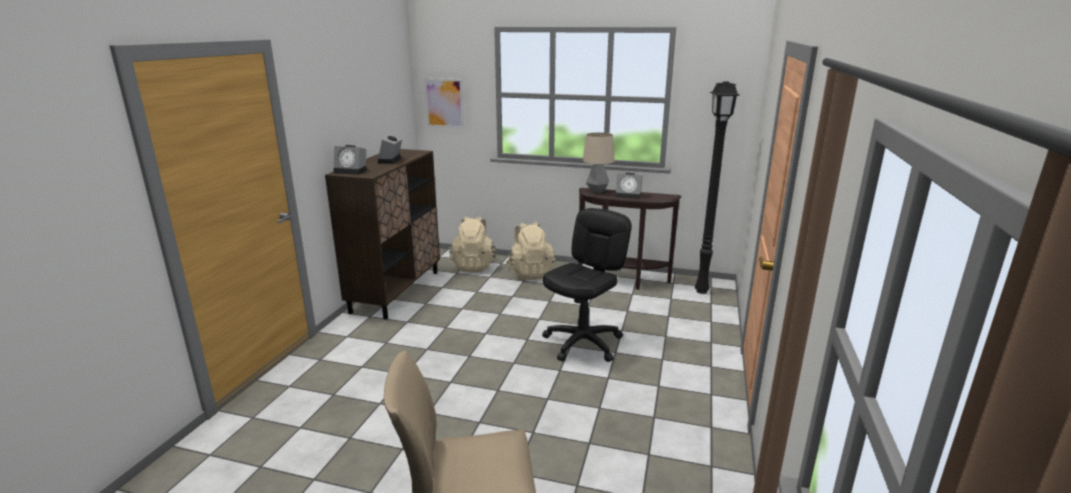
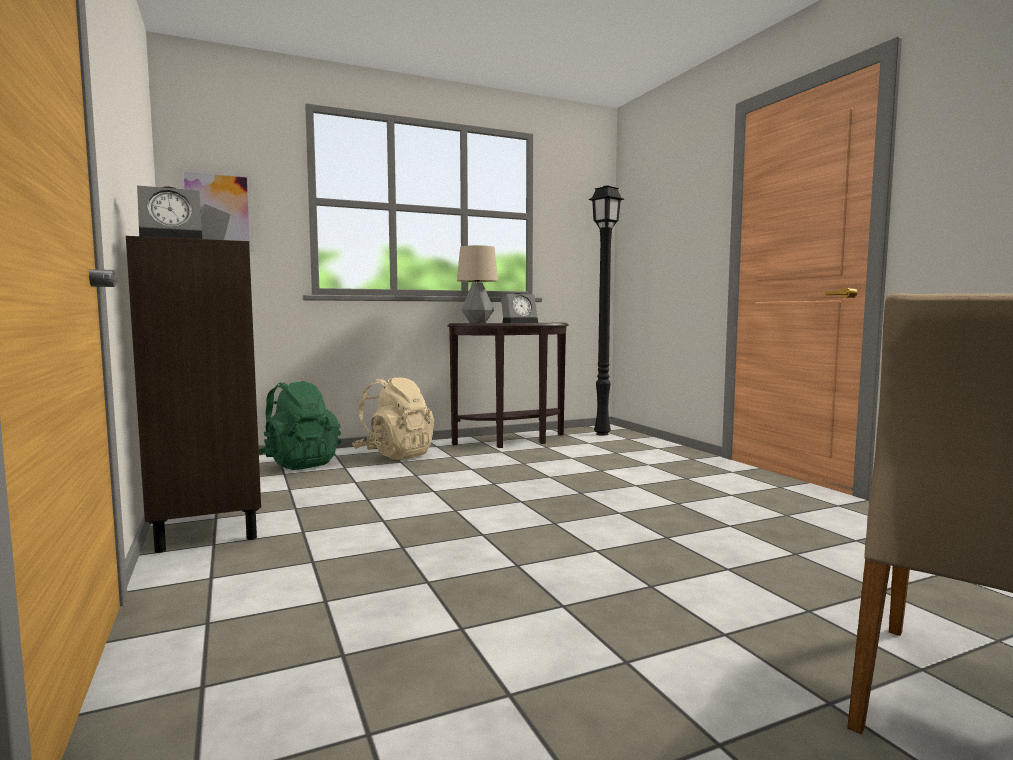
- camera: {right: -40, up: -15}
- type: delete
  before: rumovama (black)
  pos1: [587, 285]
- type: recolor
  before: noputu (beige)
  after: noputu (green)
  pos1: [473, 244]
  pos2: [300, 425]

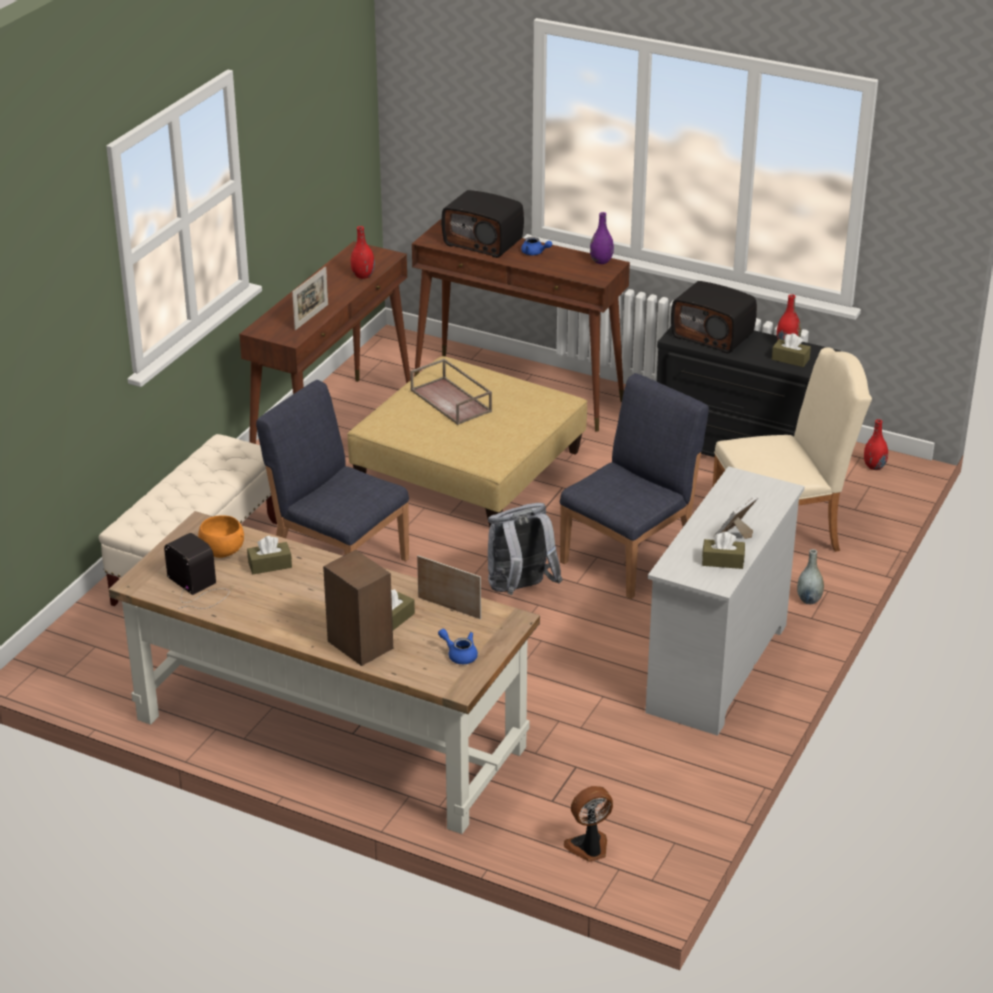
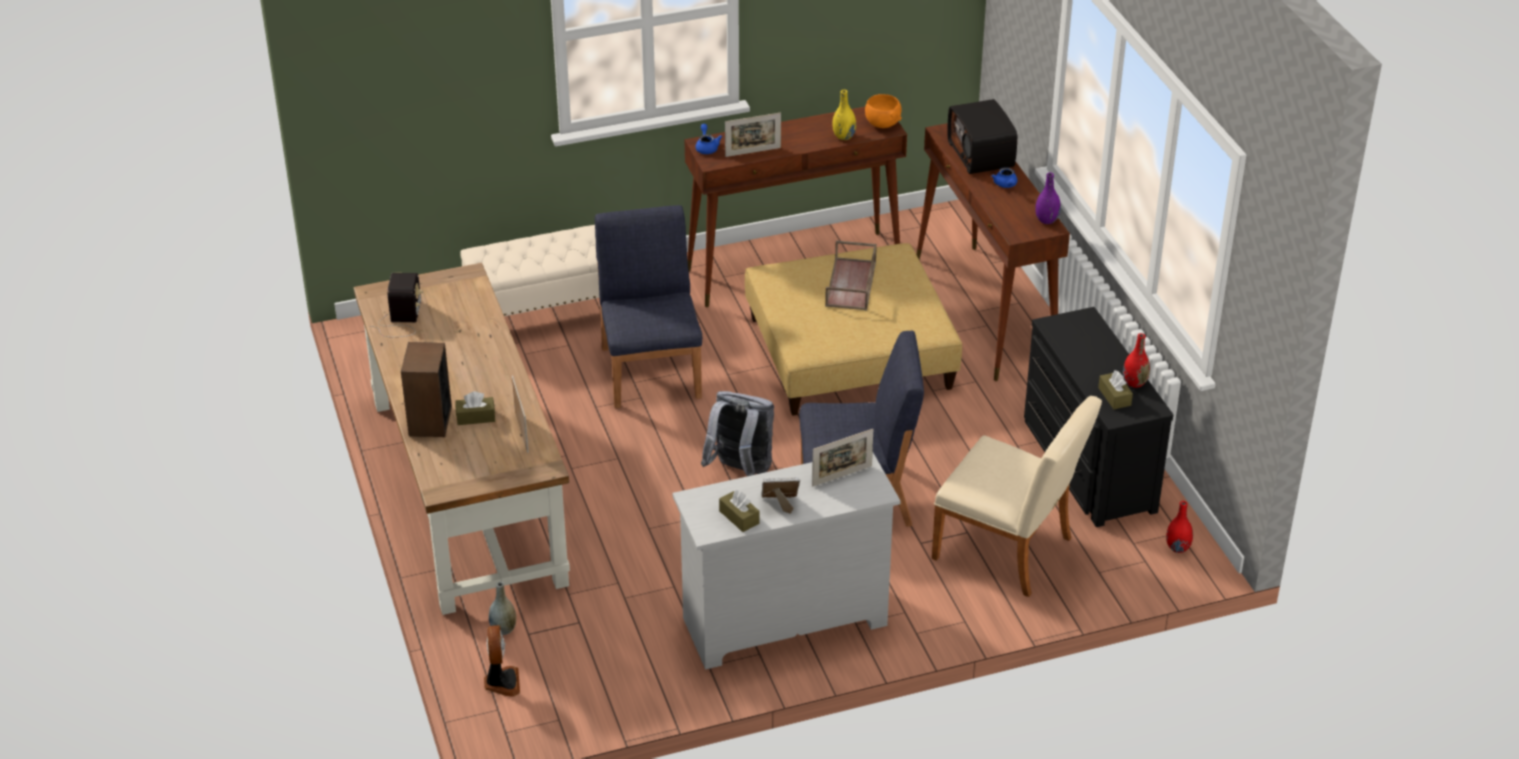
- camera: {right: 45, up: 5}
- type: recolor
  before: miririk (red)
  after: miririk (yellow)
  pos1: [363, 252]
  pos2: [844, 115]
- type: delete
  before: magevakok
  pos1: [714, 317]
- type: move
  before: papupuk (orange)
  pos1: [221, 536]
  pos2: [883, 111]
- type: delete
  before: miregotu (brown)
  pos1: [269, 555]
- type: move
  before: miririk (grey)
  pos1: [810, 576]
  pos2: [502, 608]
- type: move
  before: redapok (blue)
  pos1: [458, 646]
  pos2: [709, 139]
- type: rotate
  before: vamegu
  pos1: [588, 824]
  pos2: [502, 661]
  turn: 60
- type: insert
  after: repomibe
  pos2: [842, 458]

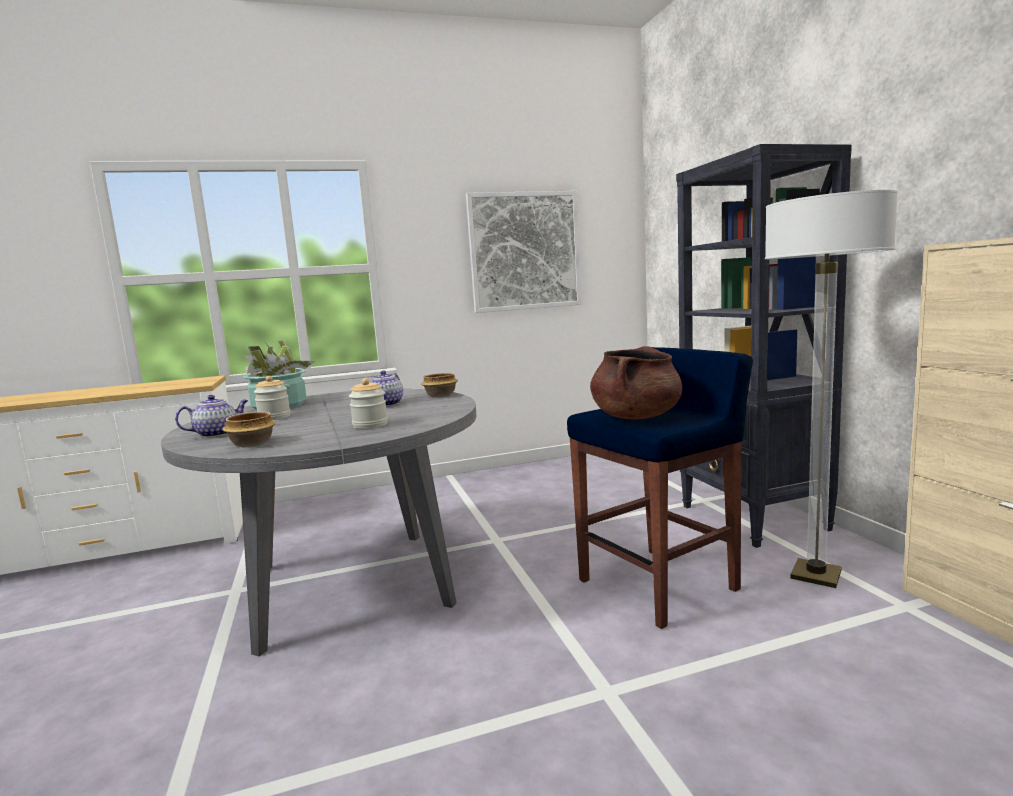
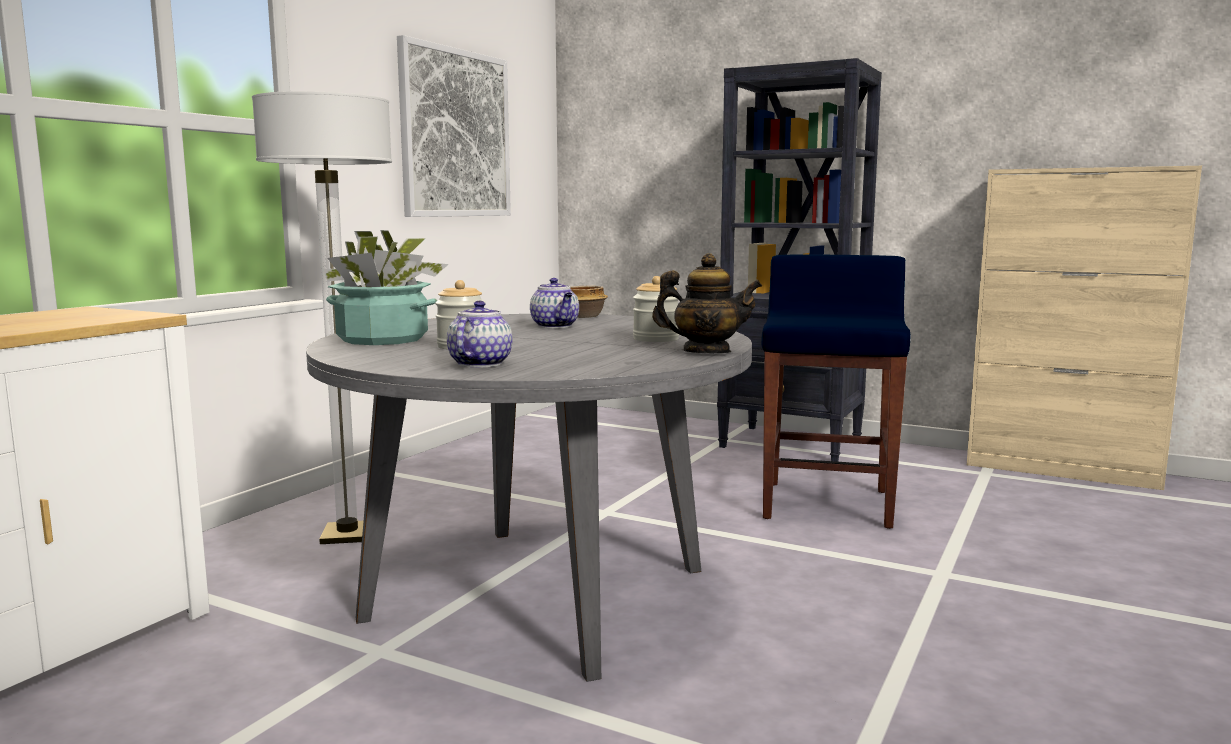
- camera: {right: -45, up: 0}
- type: move
  before: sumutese
  pos1: [831, 389]
  pos2: [322, 317]
- type: delete
  before: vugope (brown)
  pos1: [636, 383]
- type: delete
  before: papupuk
  pos1: [249, 429]
- type: insert
  after: redapok
  pos2: [707, 303]

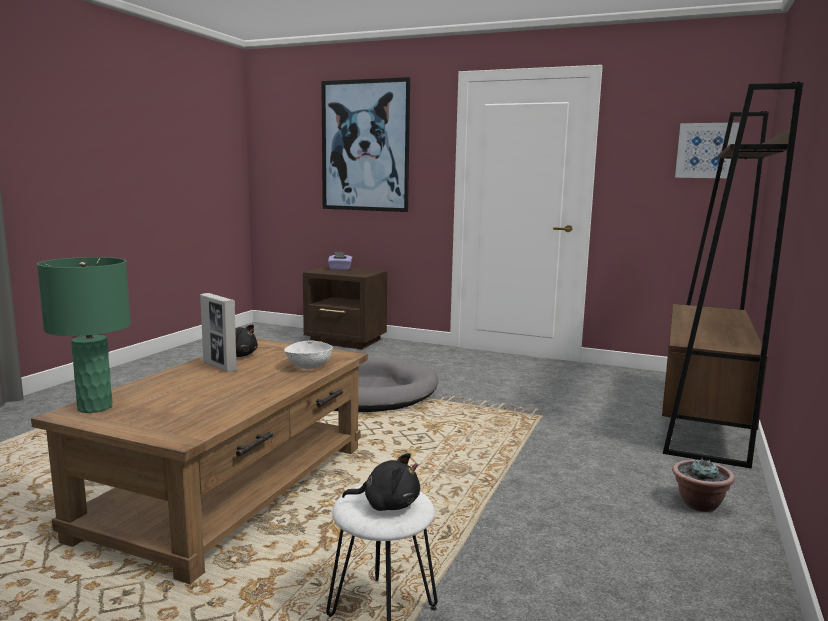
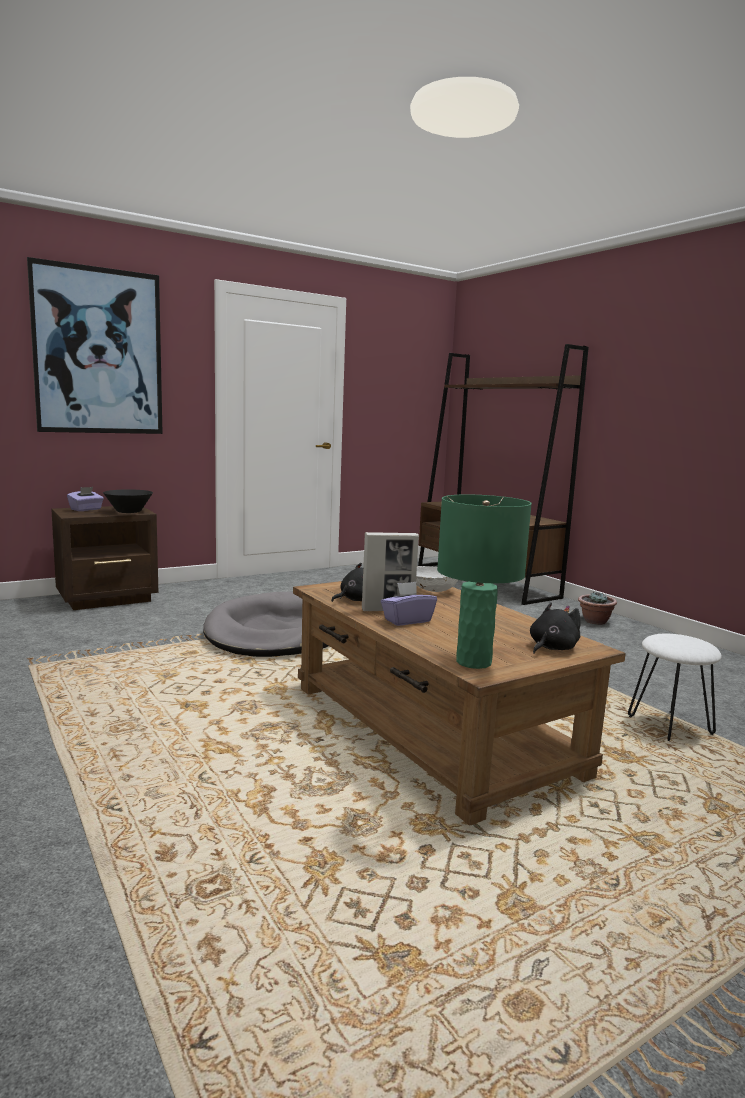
- camera: {right: -55, up: 0}
- type: delete
  before: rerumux
  pos1: [707, 150]
- type: move
  before: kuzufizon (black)
  pos1: [381, 482]
  pos2: [555, 628]
- type: insert
  after: papupuk (black)
  pos2: [128, 501]
- type: insert
  after: miregotu (purple)
  pos2: [409, 604]

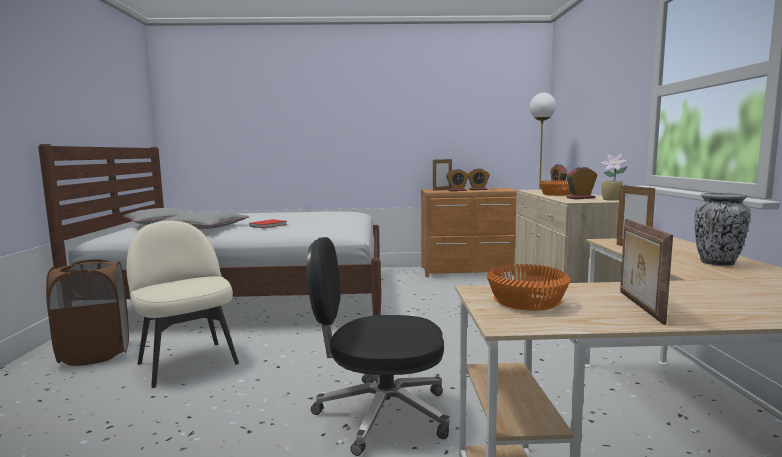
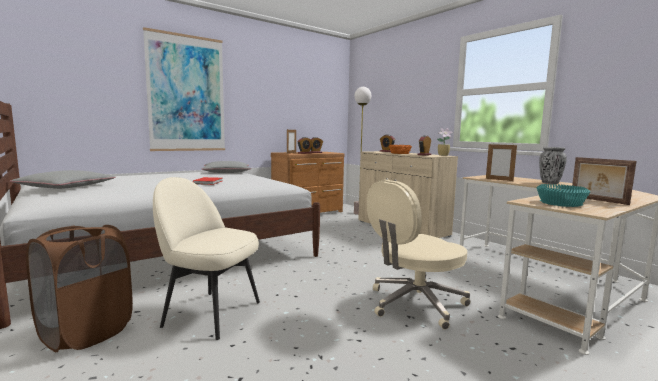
- camera: {right: -35, up: 0}
- type: move
  before: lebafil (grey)
  pos1: [205, 220]
  pos2: [226, 167]
- type: recolor
  before: rumovama (black)
  after: rumovama (beige)
  pos1: [378, 346]
  pos2: [419, 254]
- type: recolor
  before: papupuk (orange)
  after: papupuk (turquoise)
  pos1: [528, 287]
  pos2: [563, 195]
- type: insert
  after: rerumux
  pos2: [184, 89]

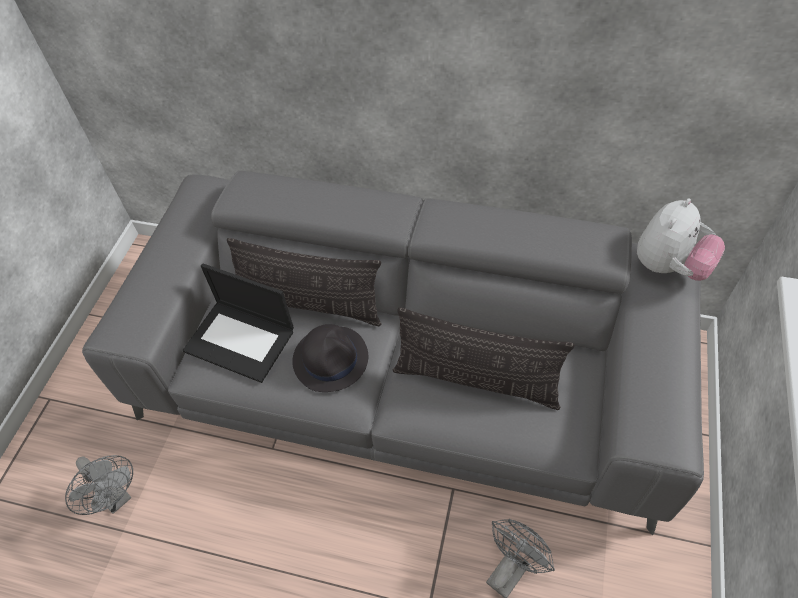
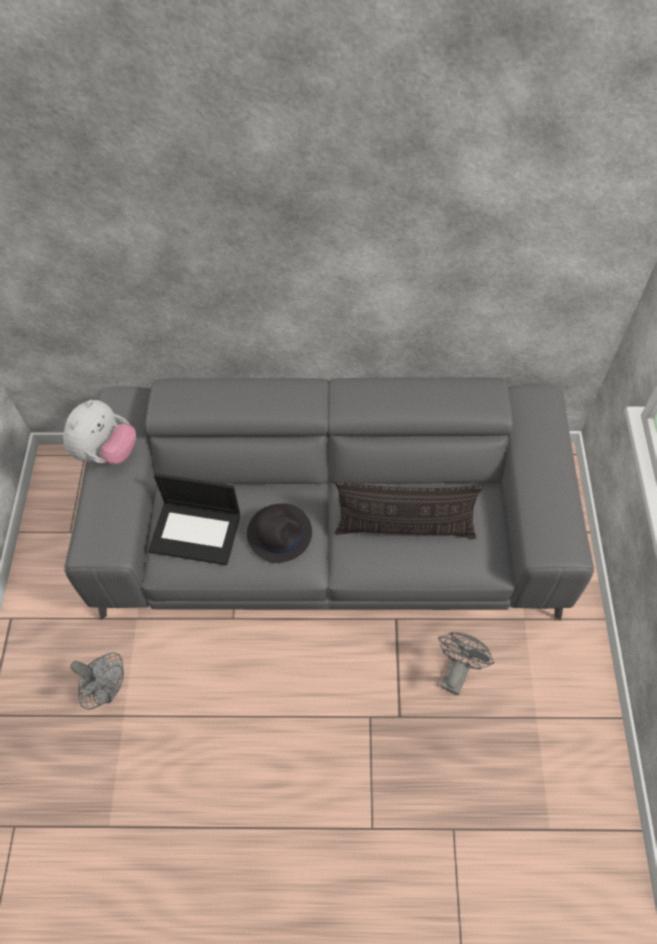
- camera: {right: -15, up: 5}
- type: move
  before: kuzufizon
  pos1: [681, 239]
  pos2: [99, 432]
- type: delete
  before: lebafil
  pos1: [304, 282]

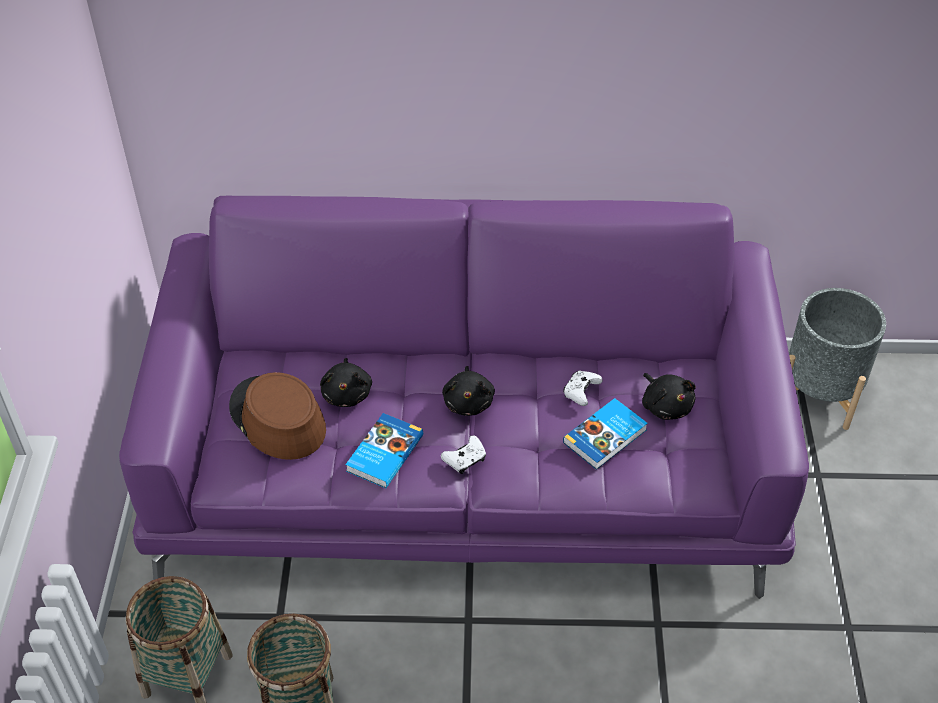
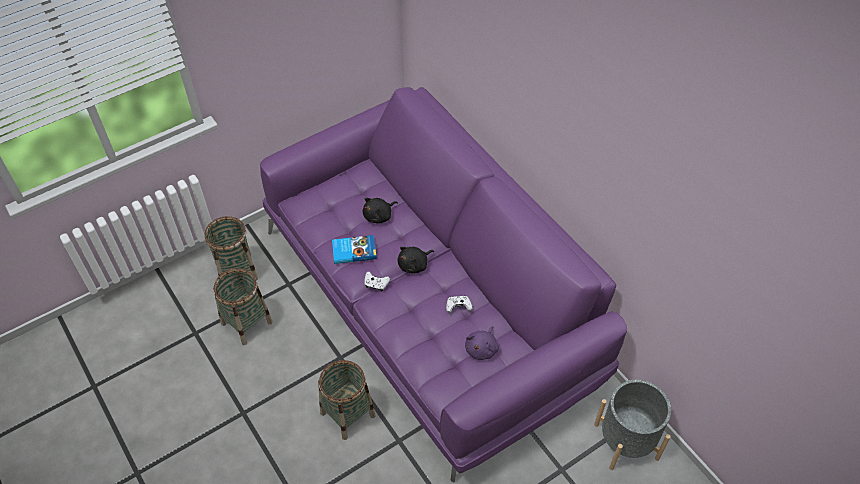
- camera: {right: 55, up: 5}
- type: delete
  before: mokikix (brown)
  pos1: [277, 416]
- type: recolor
  before: kuzufizon (black)
  after: kuzufizon (purple)
  pos1: [669, 396]
  pos2: [482, 343]
- type: delete
  before: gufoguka
  pos1: [605, 434]
- type: insert
  after: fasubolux
  pos2: [347, 400]

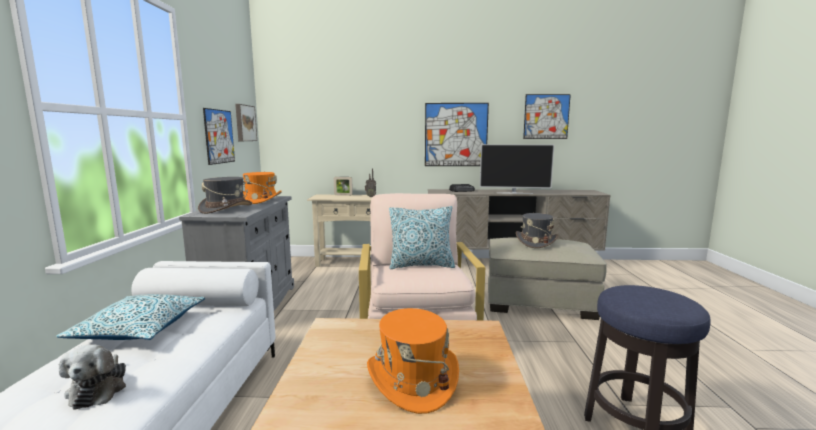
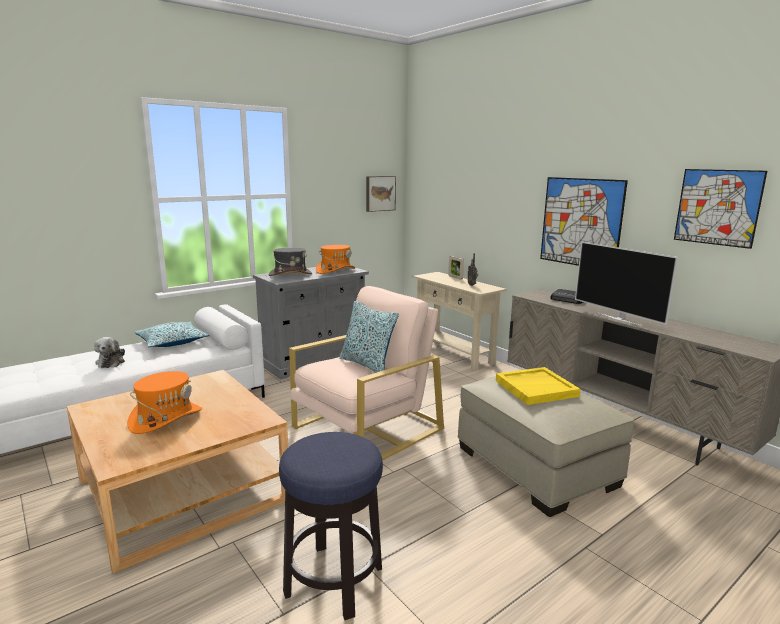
- camera: {right: 50, up: 5}
- type: delete
  before: rerumux
  pos1: [219, 136]
- type: replace
  before: mokikix (grey)
  after: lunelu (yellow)
  pos1: [537, 230]
  pos2: [538, 386]
- type: rotate
  before: kuzufizon
  pos1: [92, 377]
  pos2: [109, 352]
  turn: -45

